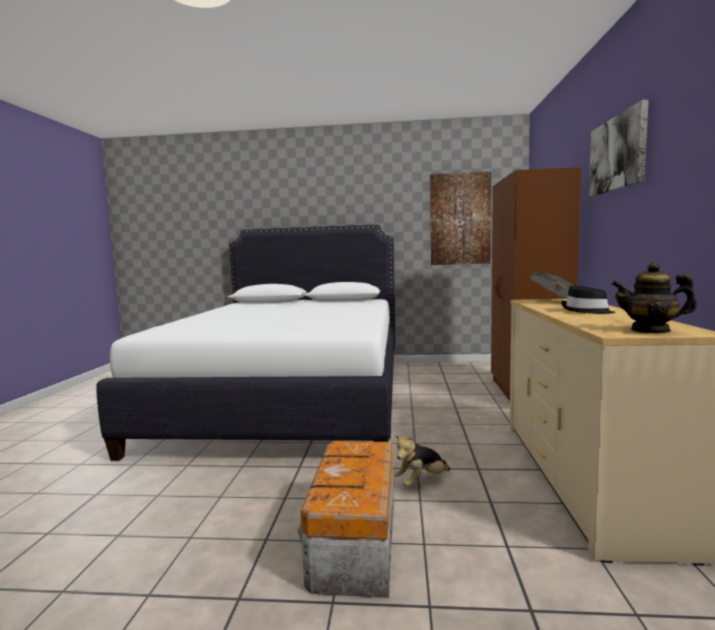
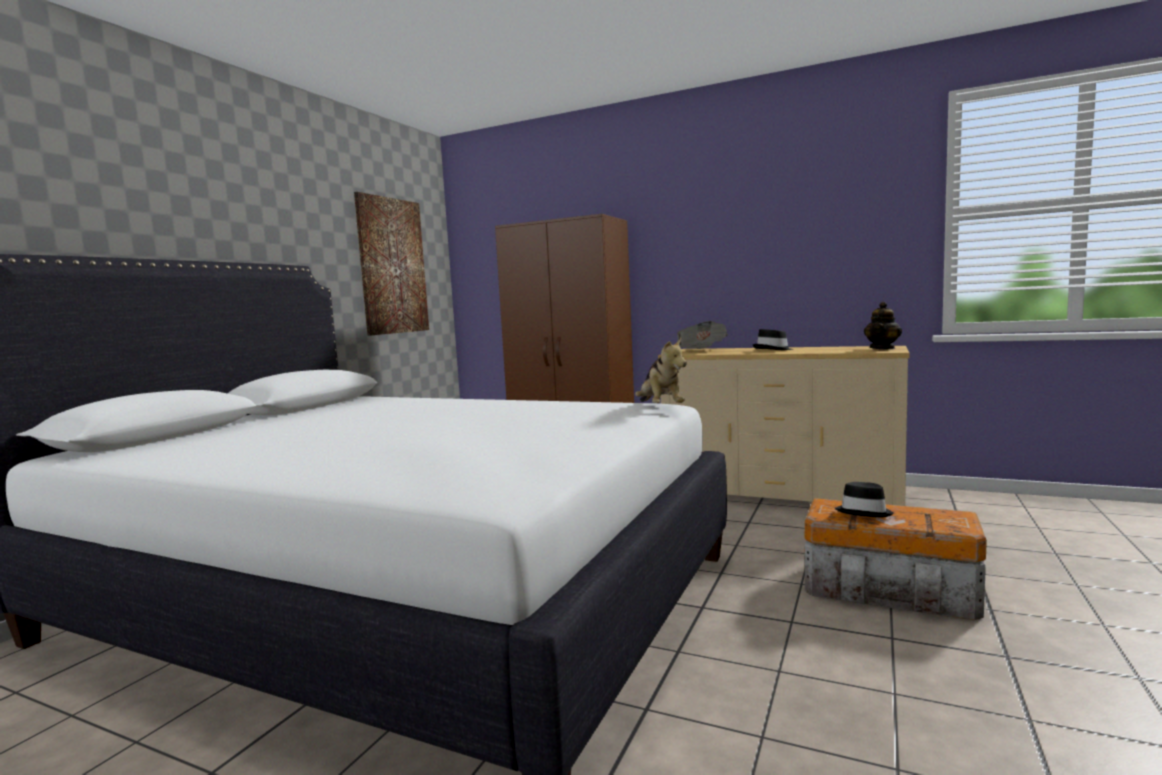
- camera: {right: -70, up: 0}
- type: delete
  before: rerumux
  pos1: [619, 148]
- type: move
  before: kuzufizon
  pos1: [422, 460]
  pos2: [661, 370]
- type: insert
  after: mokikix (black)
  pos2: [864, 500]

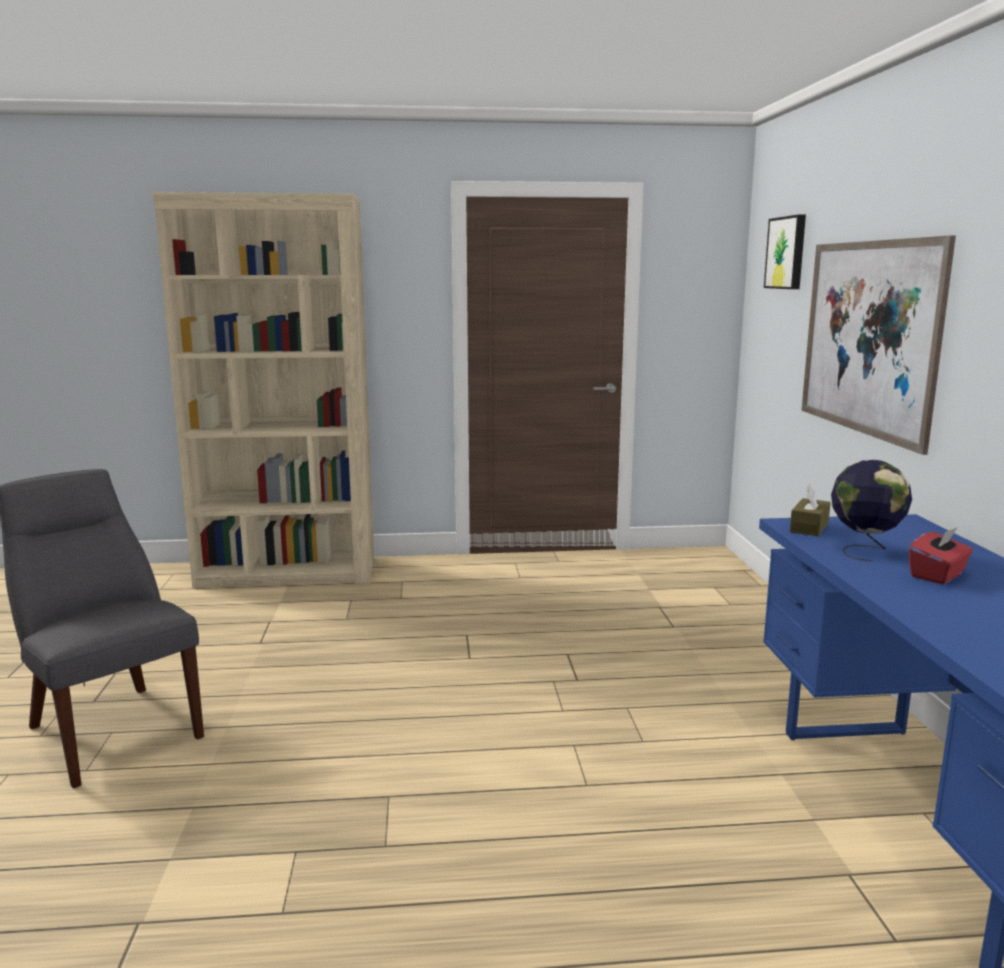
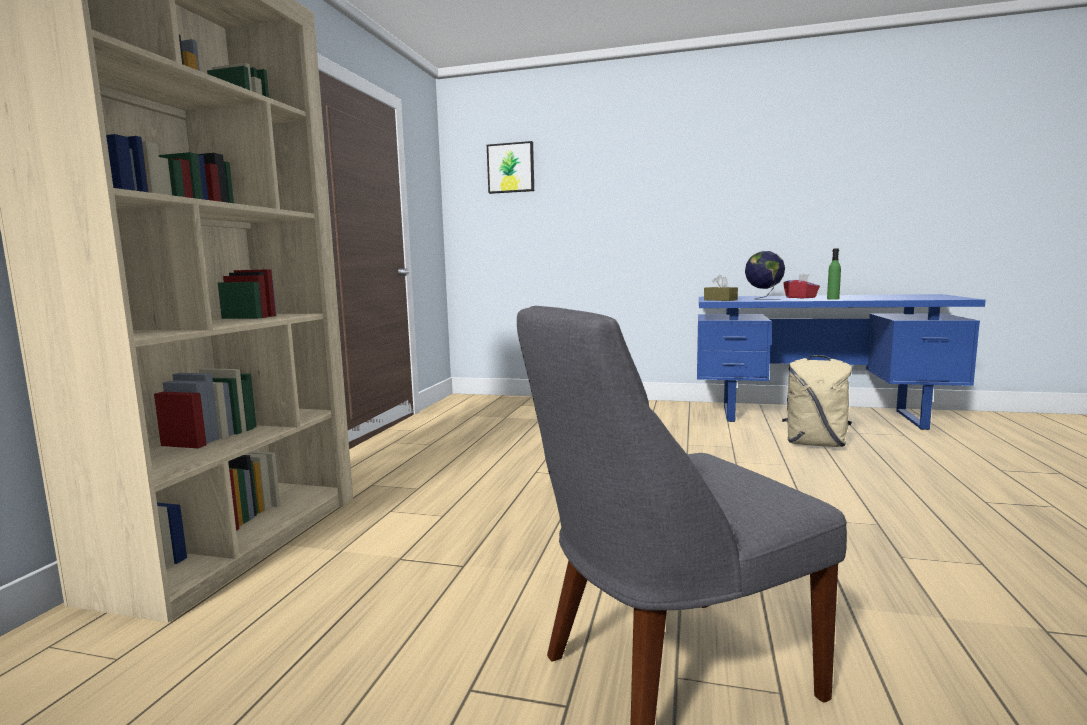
- camera: {right: -70, up: -5}
- type: delete
  before: rerumux
  pos1: [878, 345]
- type: insert
  after: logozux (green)
  pos2: [834, 274]
- type: insert
  after: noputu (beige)
  pos2: [817, 401]

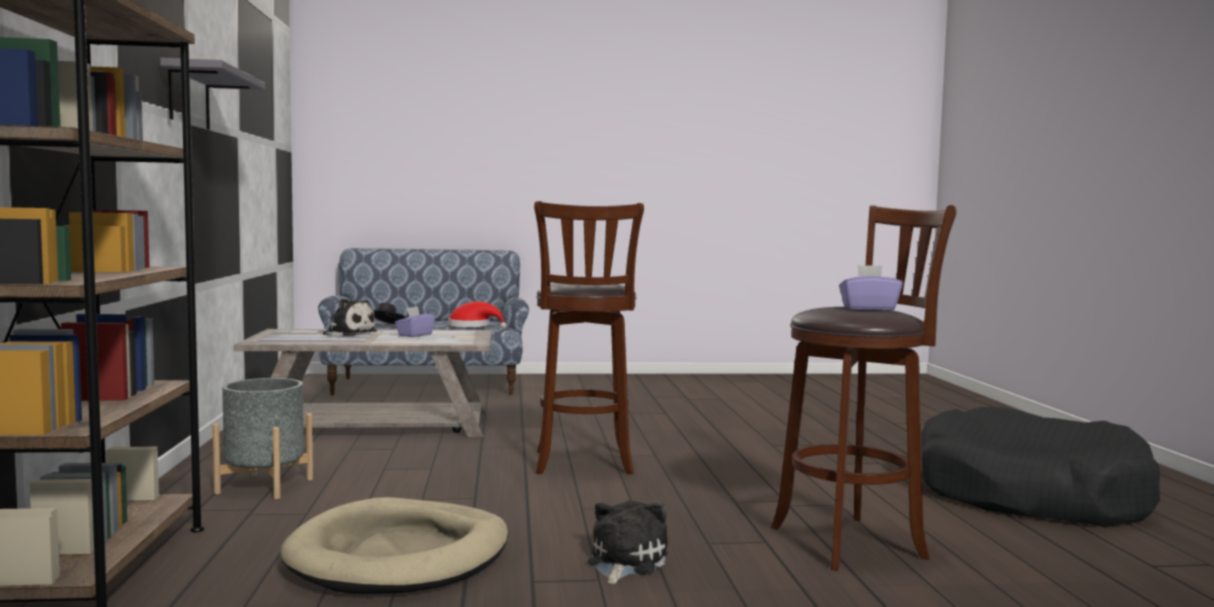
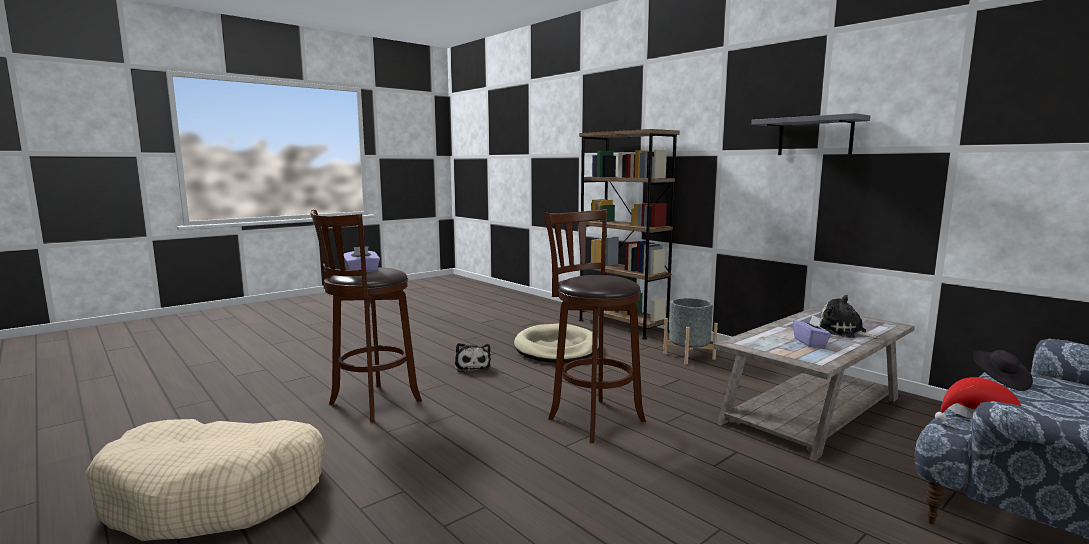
- camera: {right: 145, up: 5}
- type: rotate
  before: kuzufizon
  pos1: [347, 317]
  pos2: [849, 317]
  turn: 60
- type: recolor
  before: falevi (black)
  after: falevi (beige)
  pos1: [1040, 467]
  pos2: [205, 480]

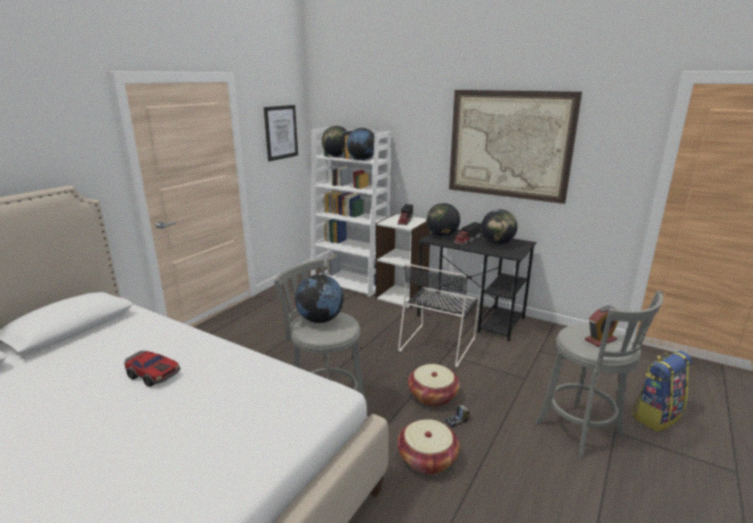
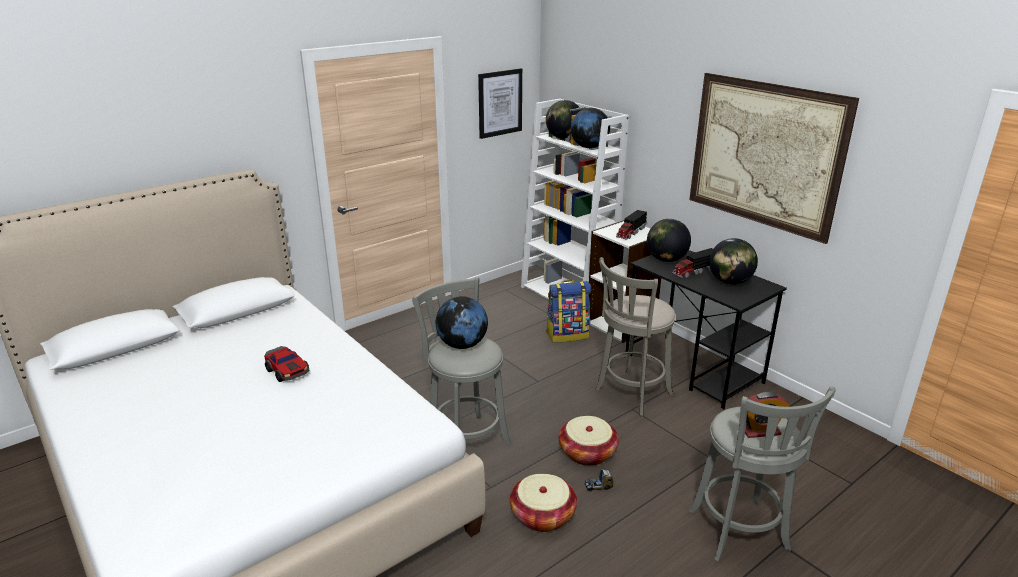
- camera: {right: 20, up: 5}
- type: replace
  before: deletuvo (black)
  after: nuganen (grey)
  pos1: [439, 315]
  pos2: [635, 336]
- type: move
  before: noputu
  pos1: [662, 391]
  pos2: [568, 311]

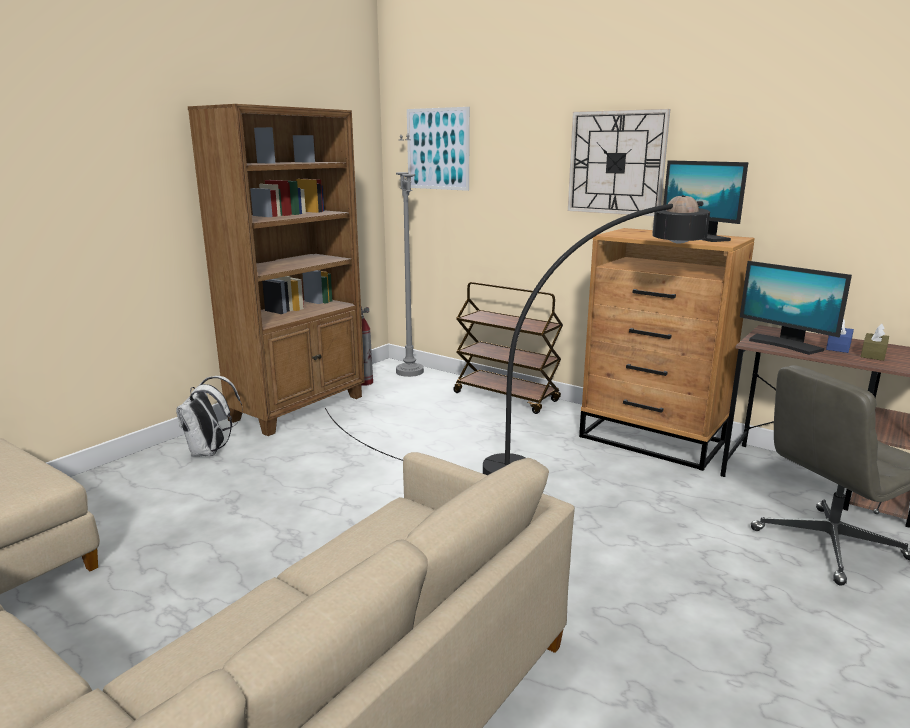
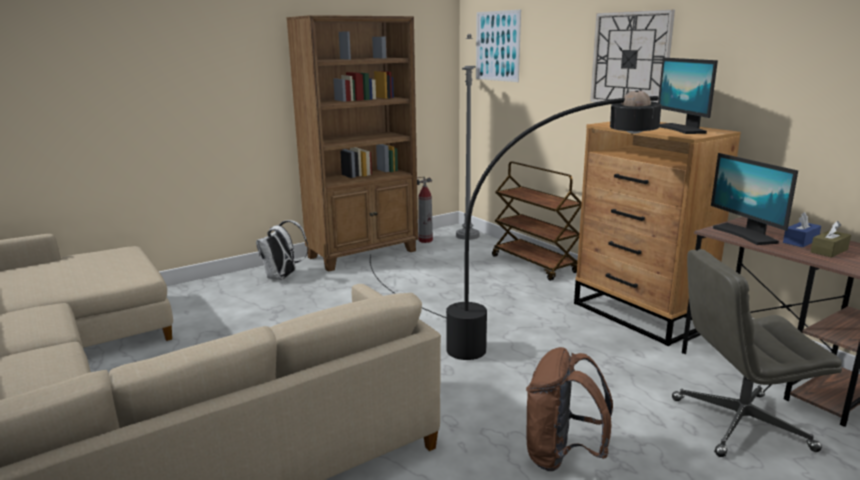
- camera: {right: 20, up: 0}
- type: insert
  after: noputu (brown)
  pos2: [569, 409]

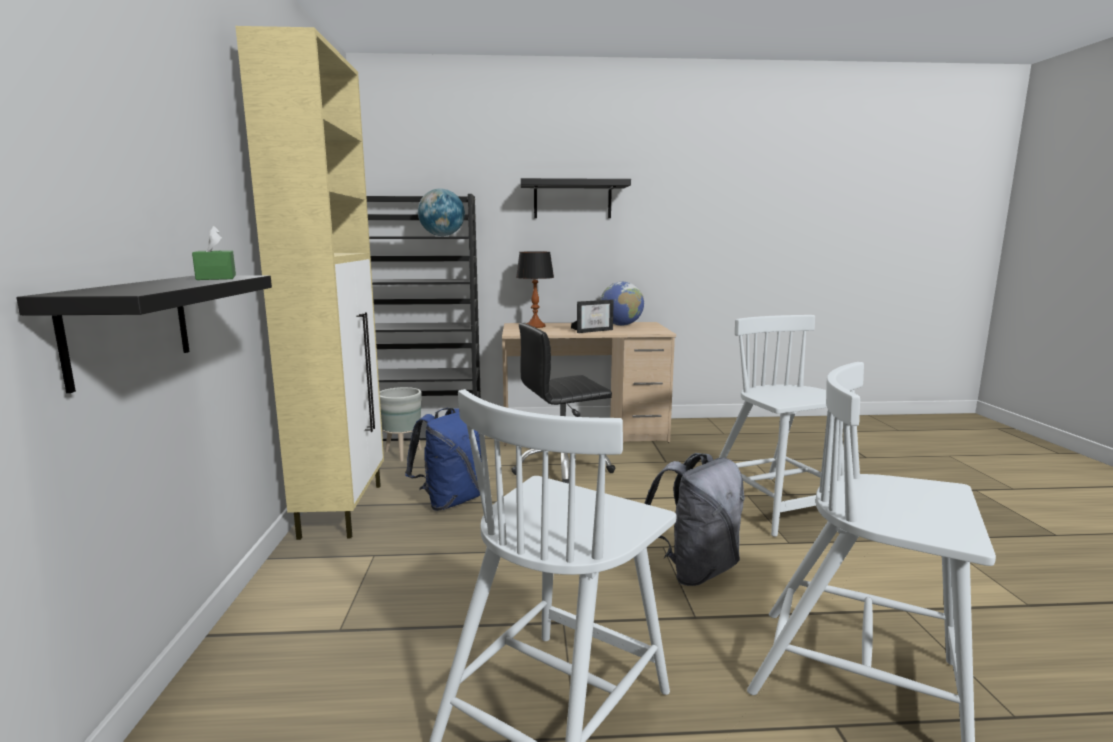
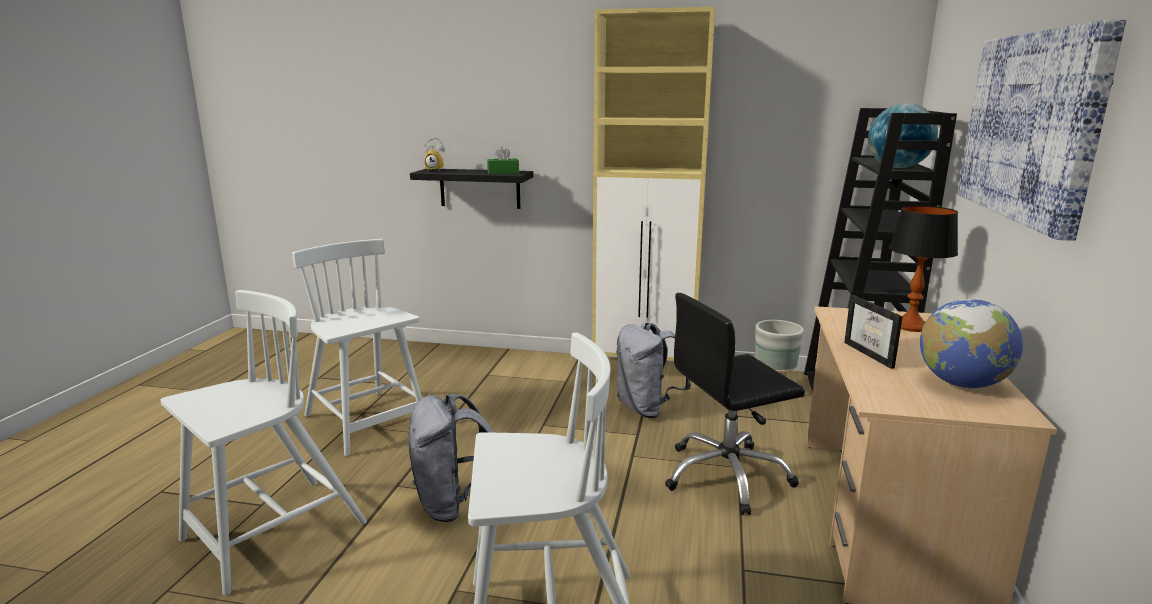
- camera: {right: 105, up: 5}
- type: replace
  before: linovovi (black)
  after: rerumux
  pos1: [576, 198]
  pos2: [1042, 130]
- type: rotate
  before: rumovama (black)
  pos1: [563, 403]
  pos2: [735, 404]
  turn: -105
- type: recolor
  before: noputu (blue)
  after: noputu (grey)
  pos1: [443, 459]
  pos2: [653, 370]
- type: insert
  after: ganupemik
  pos2: [434, 154]

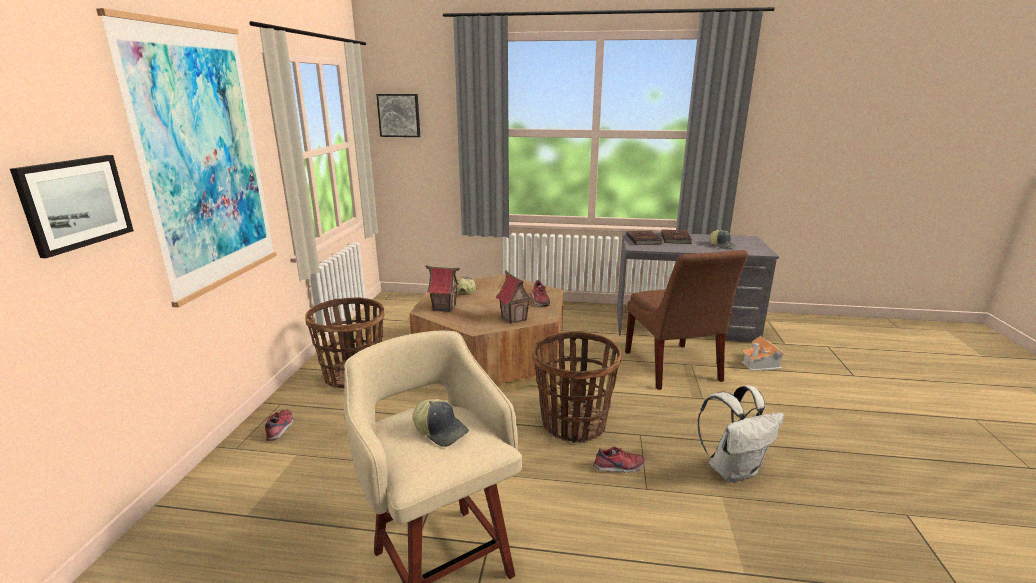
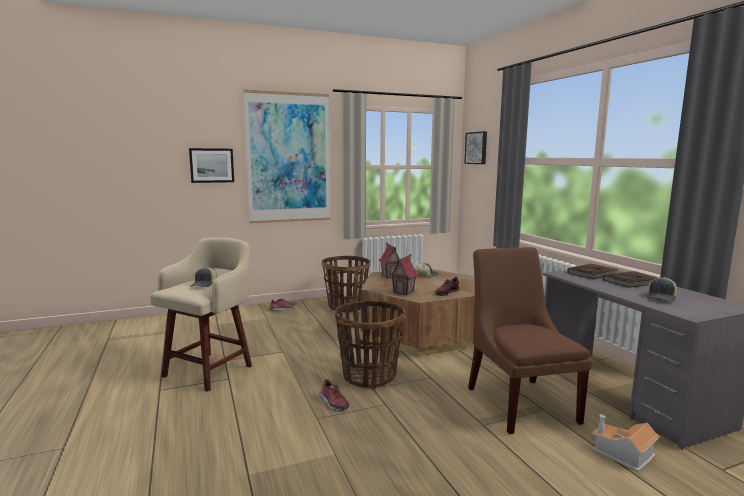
- camera: {right: 60, up: -10}
- type: rotate
  before: deletuvo (brown)
  pos1: [686, 320]
  pos2: [530, 340]
  turn: 120
- type: delete
  before: noputu (white)
  pos1: [741, 434]

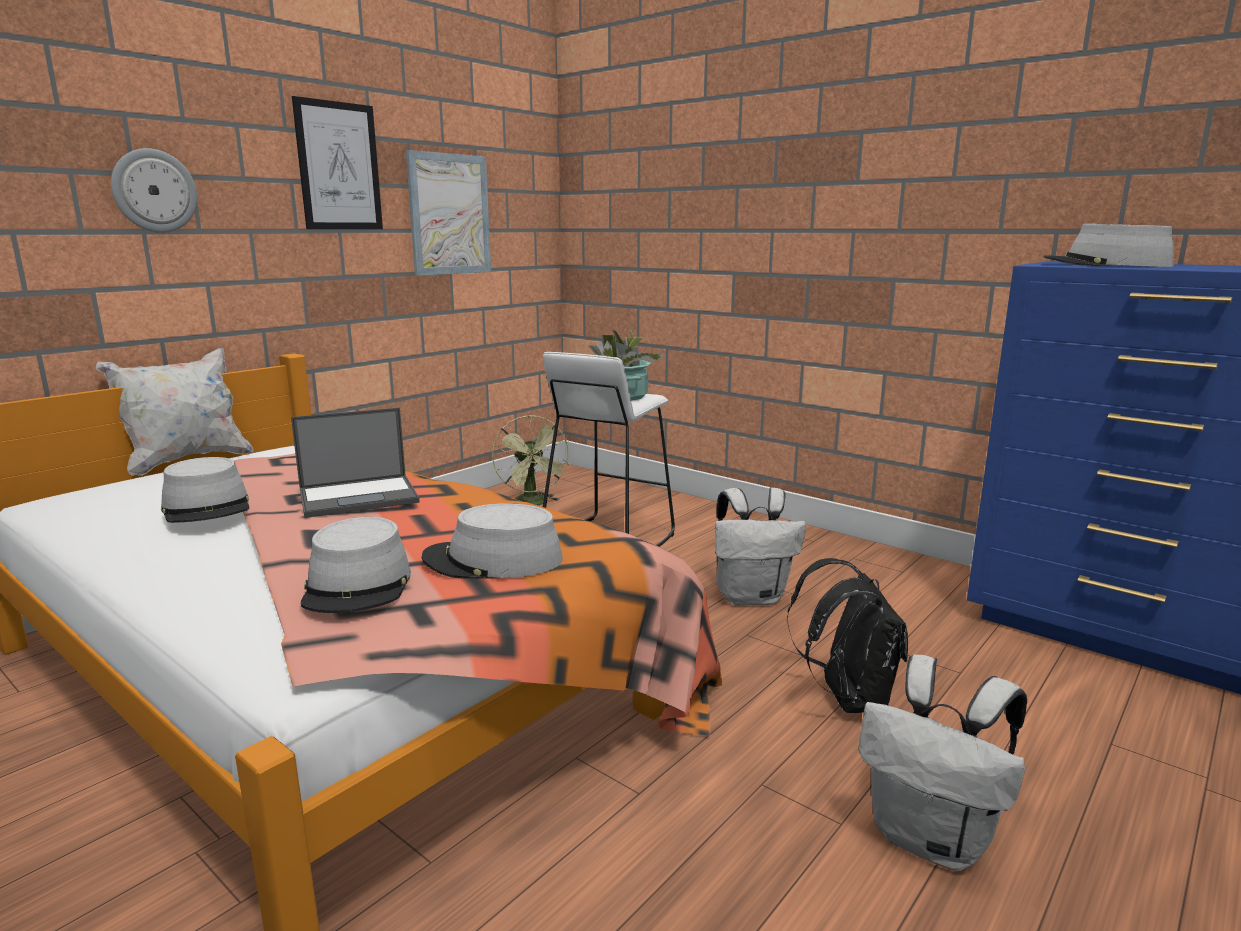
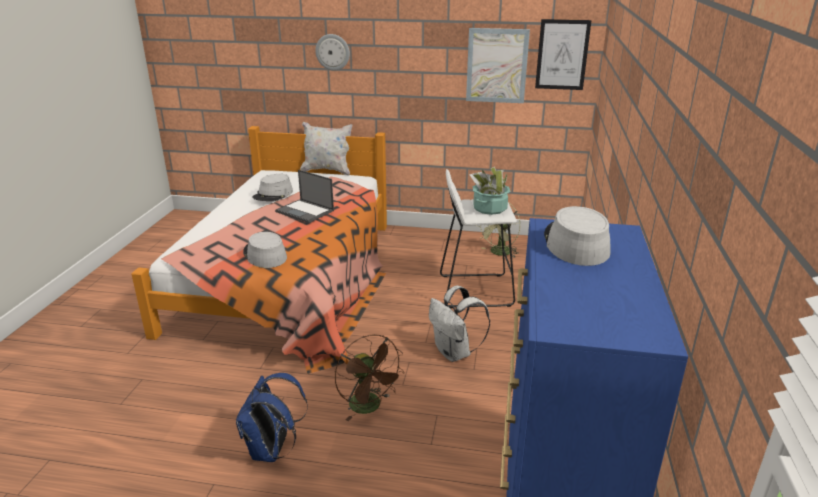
- camera: {right: 60, up: 10}
- type: move
  before: rerumux
  pos1: [337, 162]
  pos2: [563, 54]
- type: delete
  before: mokikix (grey)
  pos1: [356, 565]
- type: replace
  before: noputu (black)
  after: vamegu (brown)
  pos1: [847, 635]
  pos2: [370, 377]
- type: recolor
  before: noputu (white)
  after: noputu (blue)
  pos1: [942, 763]
  pos2: [272, 417]

